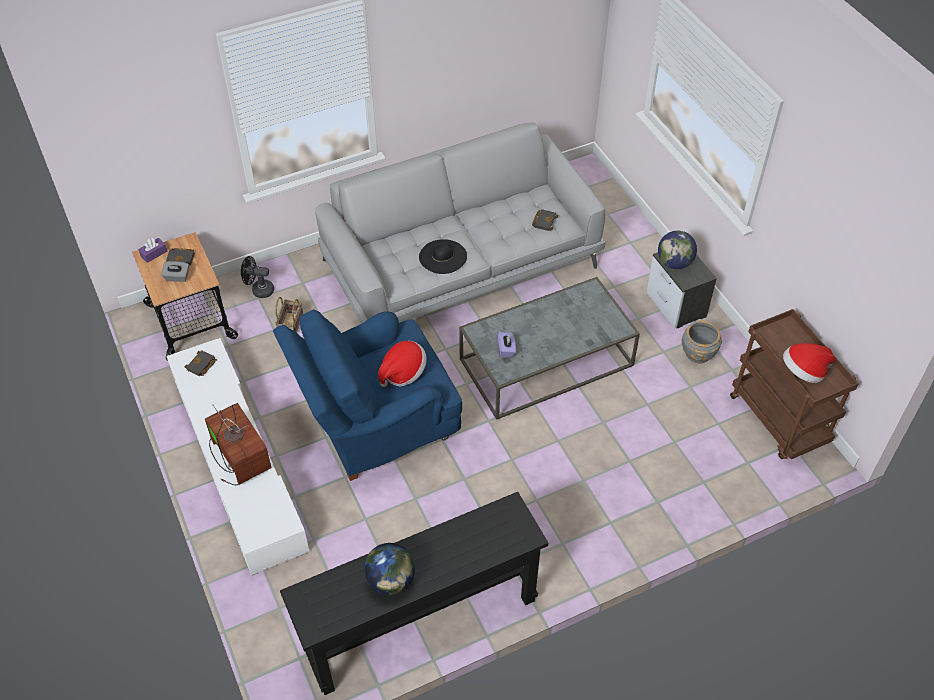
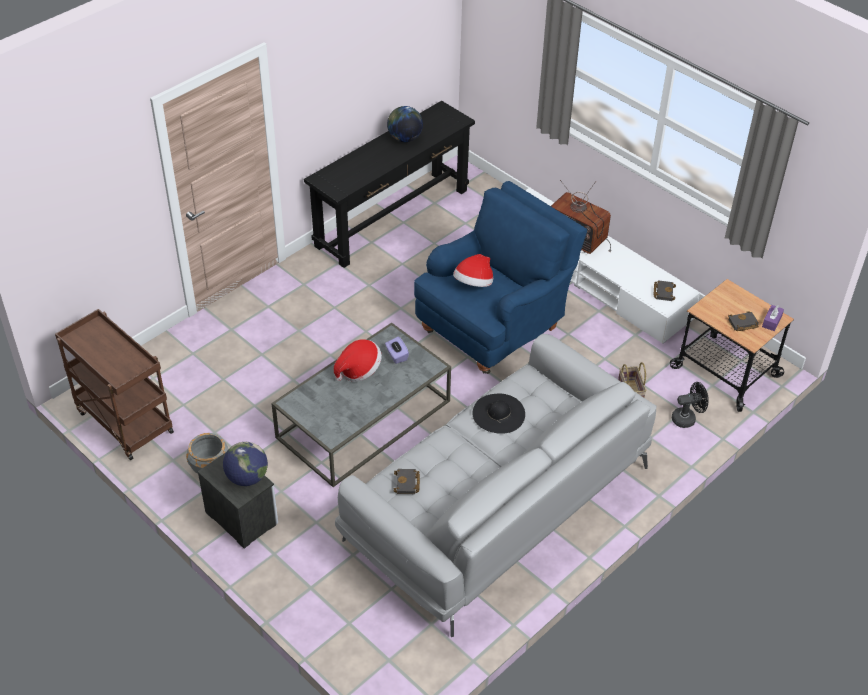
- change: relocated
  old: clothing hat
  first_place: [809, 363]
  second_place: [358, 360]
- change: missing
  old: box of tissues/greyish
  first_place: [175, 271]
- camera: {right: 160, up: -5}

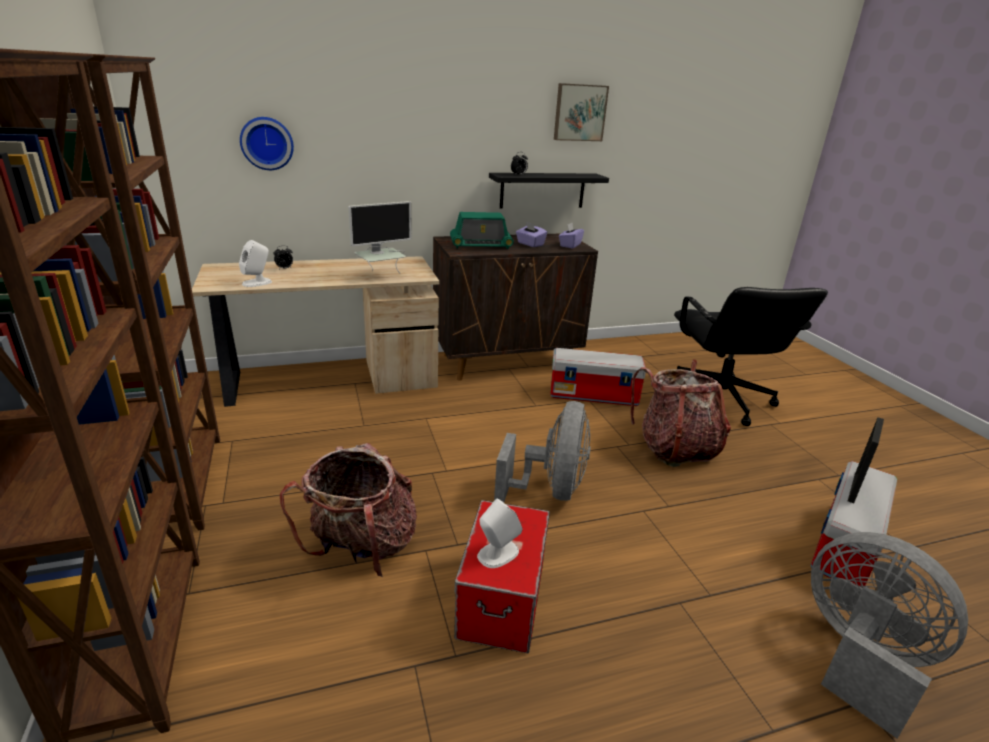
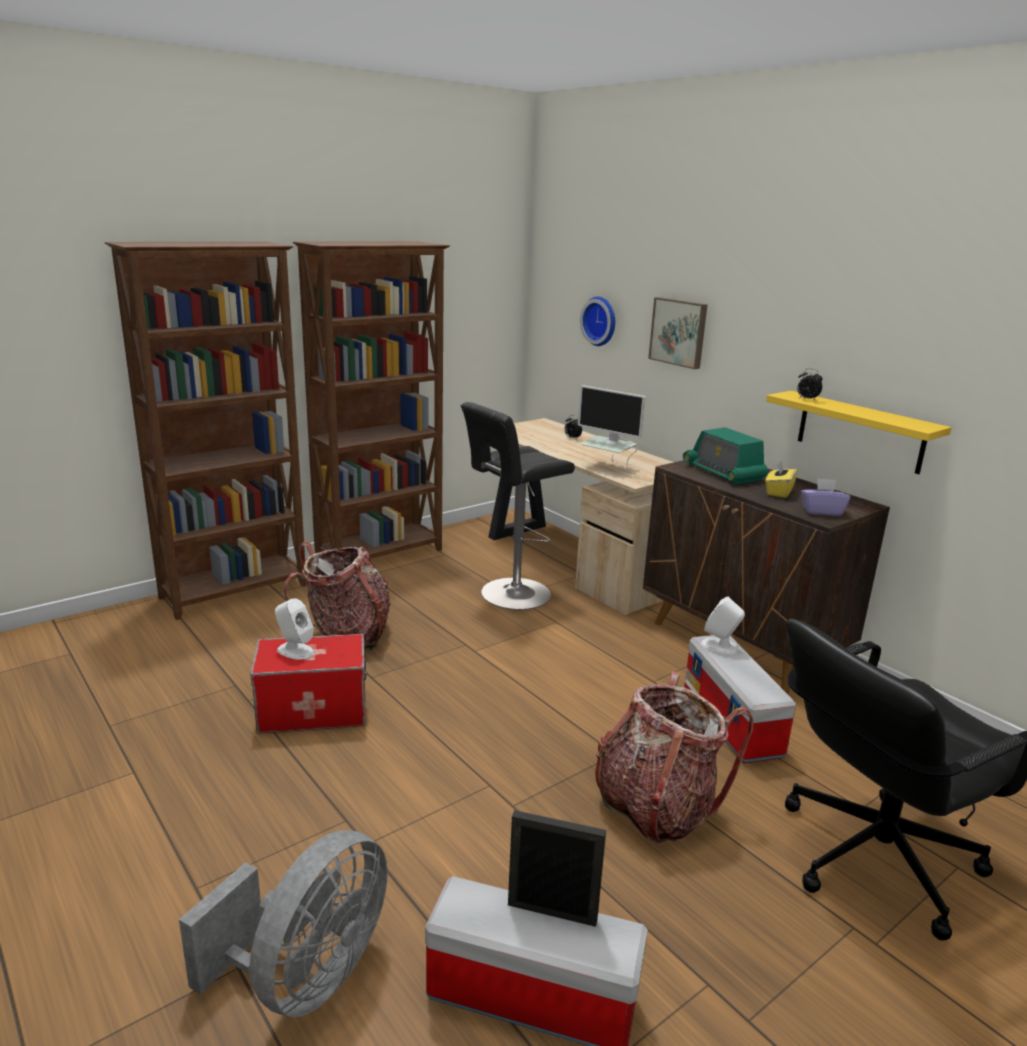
- change: appeared
  new: stool/black-coloured
  second_place: [518, 506]
- change: relocated
  old: wall picture
  first_place: [581, 112]
  second_place: [678, 333]
- change: relocated
  old: audio speaker/whitish
  first_place: [255, 263]
  second_place: [723, 625]
- change: colour
  old: box of tissues/purple-coloured
  new: box of tissues/yellow-coloured
  first_place: [531, 234]
  second_place: [781, 479]
- change: colour
  old: shelf/black-coloured
  new: shelf/yellow-coloured
  first_place: [549, 191]
  second_place: [858, 432]
- change: missing
  old: fan/greyish
  first_place: [542, 452]
- camera: {right: 70, up: -5}

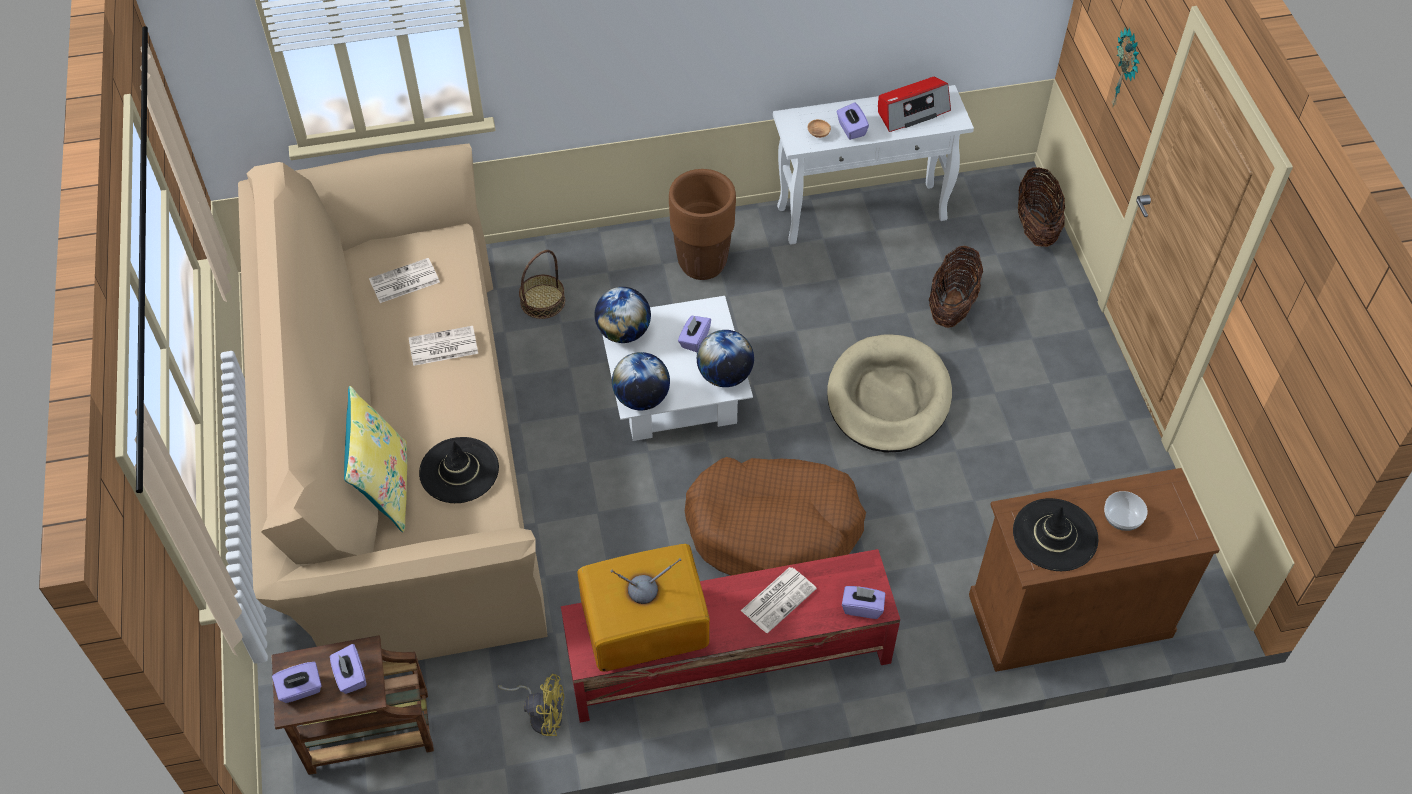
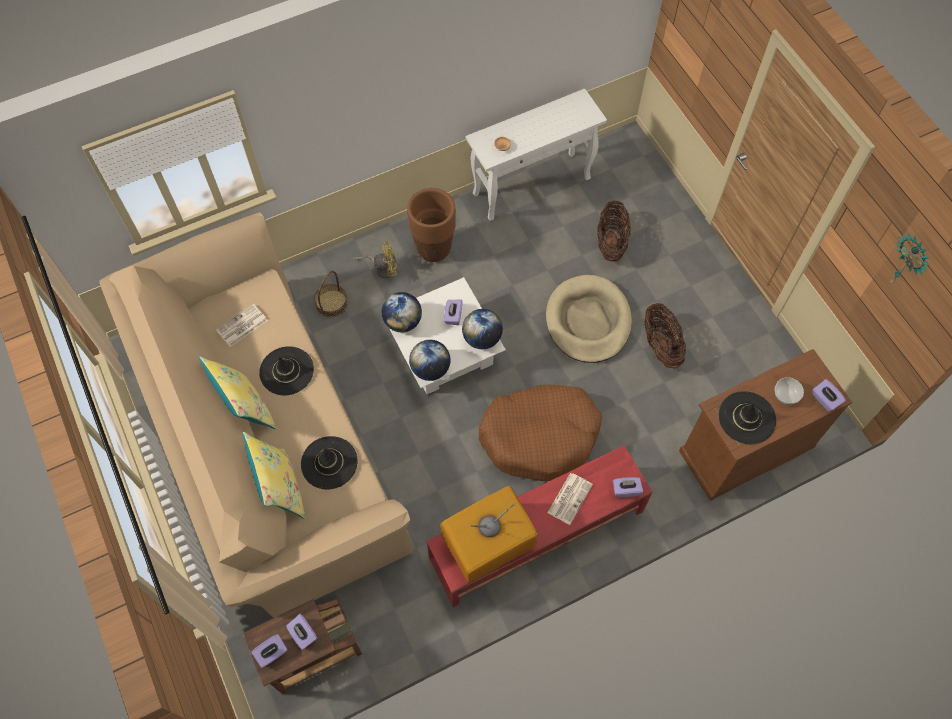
- change: appeared
  new: throw pillow/yellow-coloured
  second_place: [238, 392]
- change: exchanged
  old: newspaper
  new: clothing hat/black-coloured
  first_place: [443, 346]
  second_place: [286, 370]
- change: relocated
  old: fan/yellow-coloured
  first_place: [531, 705]
  second_place: [375, 260]
- change: relocated
  old: storage basket
  first_place: [1041, 207]
  second_place: [665, 335]
- change: relocated
  old: box of tissues/purple-coloured
  first_place: [852, 121]
  second_place: [829, 395]
- change: relocated
  old: clock on the wall
  first_place: [1125, 67]
  second_place: [909, 259]
- change: missing
  old: radio set
  first_place: [914, 104]
- camera: {right: -15, up: 10}

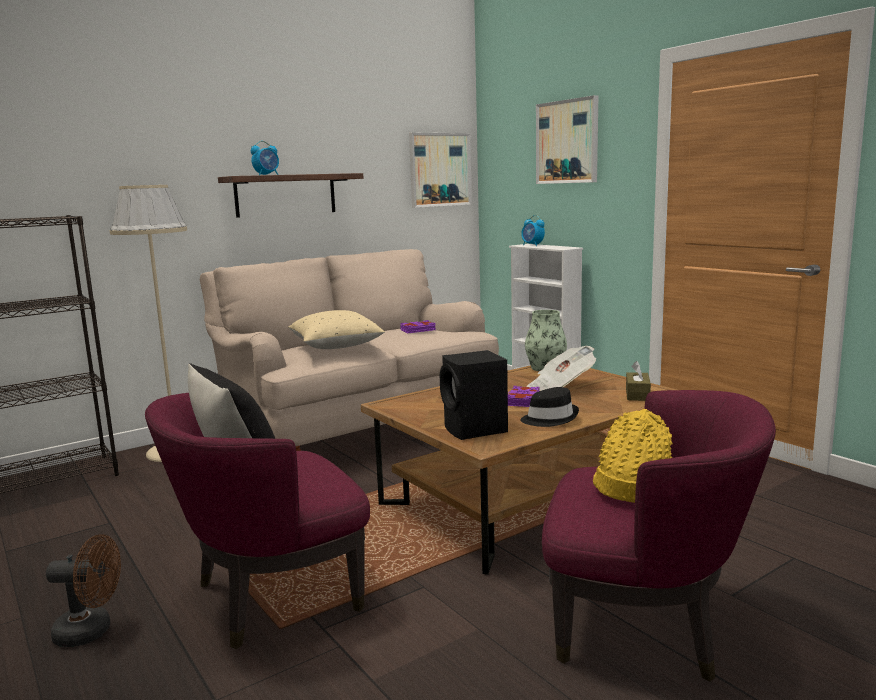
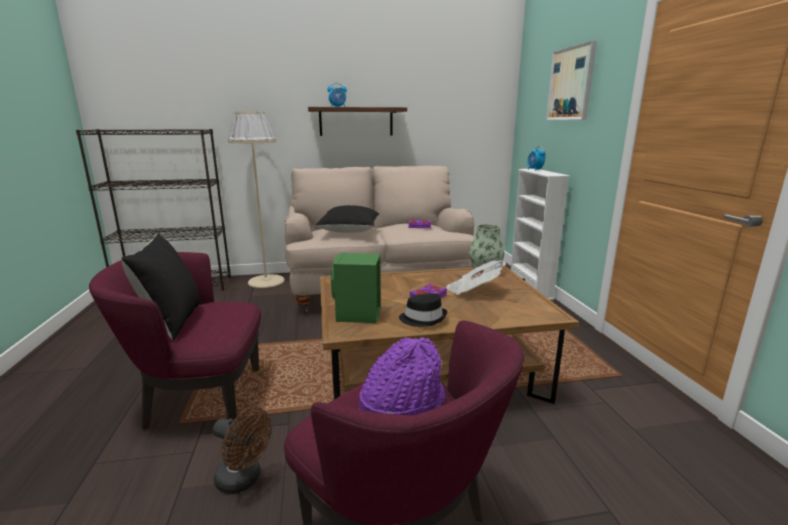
- change: relocated
  old: fan/brown
  first_place: [83, 590]
  second_place: [242, 451]
- change: colour
  old: throw pillow/beige-coloured
  new: throw pillow/black-coloured
  first_place: [336, 329]
  second_place: [347, 219]
- change: colour
  old: audio speaker/black-coloured
  new: audio speaker/green-coloured
  first_place: [474, 395]
  second_place: [356, 288]
- change: colour
  old: clothing hat/yellow-coloured
  new: clothing hat/purple-coloured
  first_place: [633, 456]
  second_place: [402, 376]
- change: missing
  old: wall picture
  first_place: [440, 170]
- change: missing
  old: box of tissues/brown
  first_place: [638, 381]
- camera: {right: 25, up: 5}

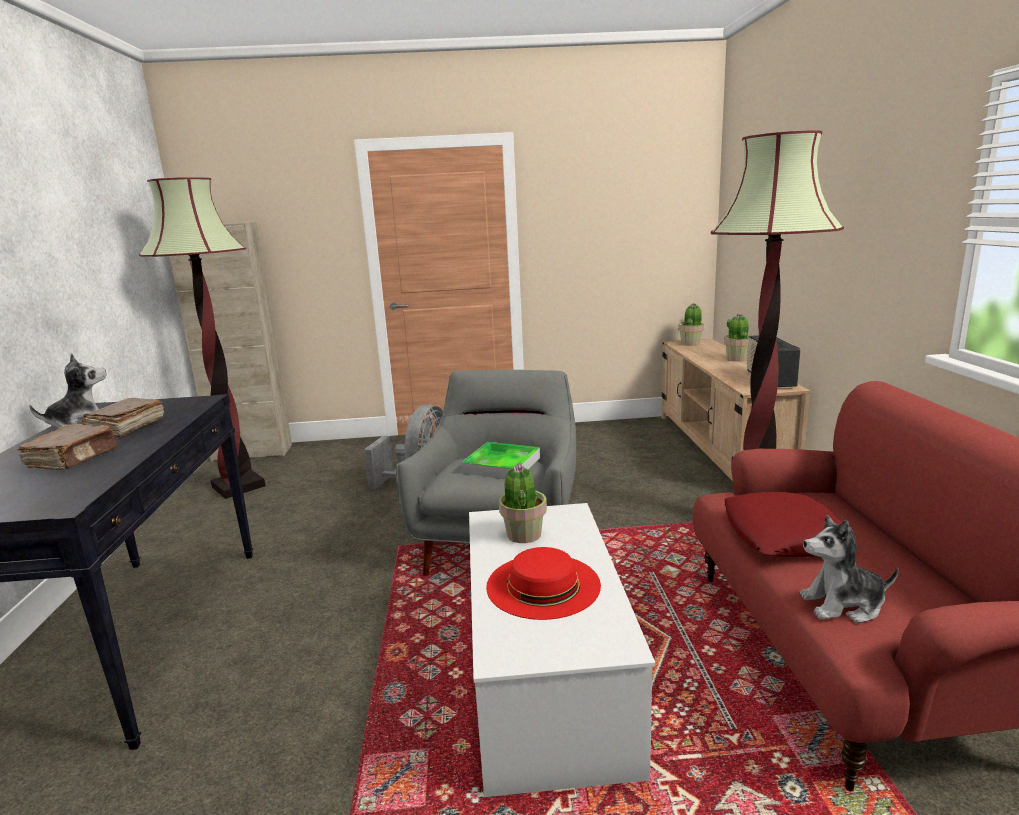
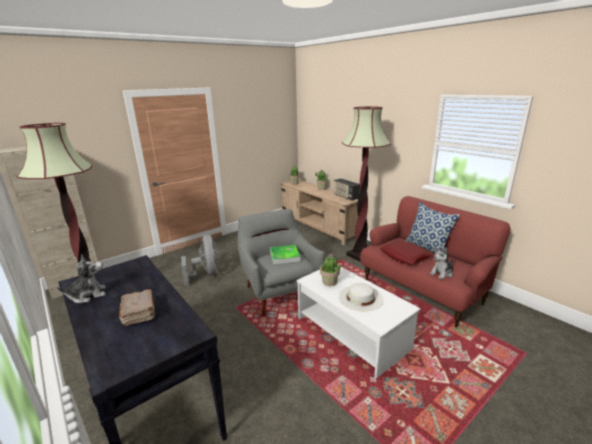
- change: spun
  old: soft toy
  first_place: [67, 391]
  second_place: [81, 279]
  degrees: 45
- change: colour
  old: clothing hat/red-coloured
  new: clothing hat/whitish
  first_place: [543, 583]
  second_place: [361, 297]
- change: appeared
  new: throw pillow
  second_place: [432, 227]
- change: missing
  old: book/brown
  first_place: [123, 418]
- camera: {right: -35, up: 5}

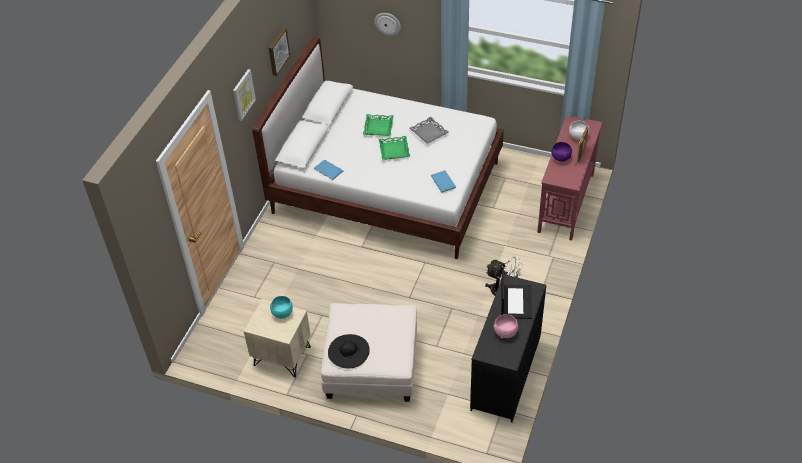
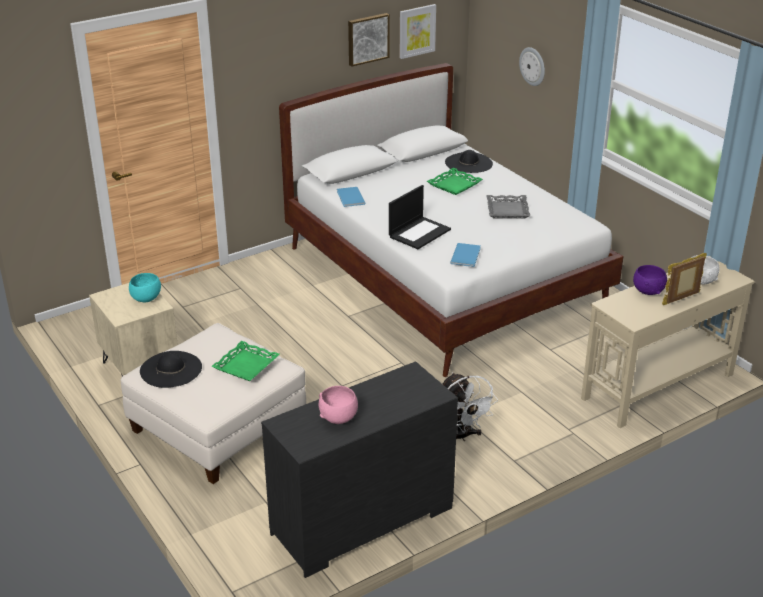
- change: relocated
  old: tray/green-coloured
  first_place: [394, 148]
  second_place: [245, 361]
- change: relocated
  old: portable computer
  first_place: [516, 293]
  second_place: [420, 217]
- change: relocated
  old: wall picture
  first_place: [244, 95]
  second_place: [418, 31]
- change: appeared
  new: clothing hat/black-coloured
  second_place: [469, 161]
- change: colour
  old: narrow table/red-coloured
  new: narrow table/beige-coloured
  first_place: [569, 178]
  second_place: [668, 342]
- camera: {right: 35, up: -15}

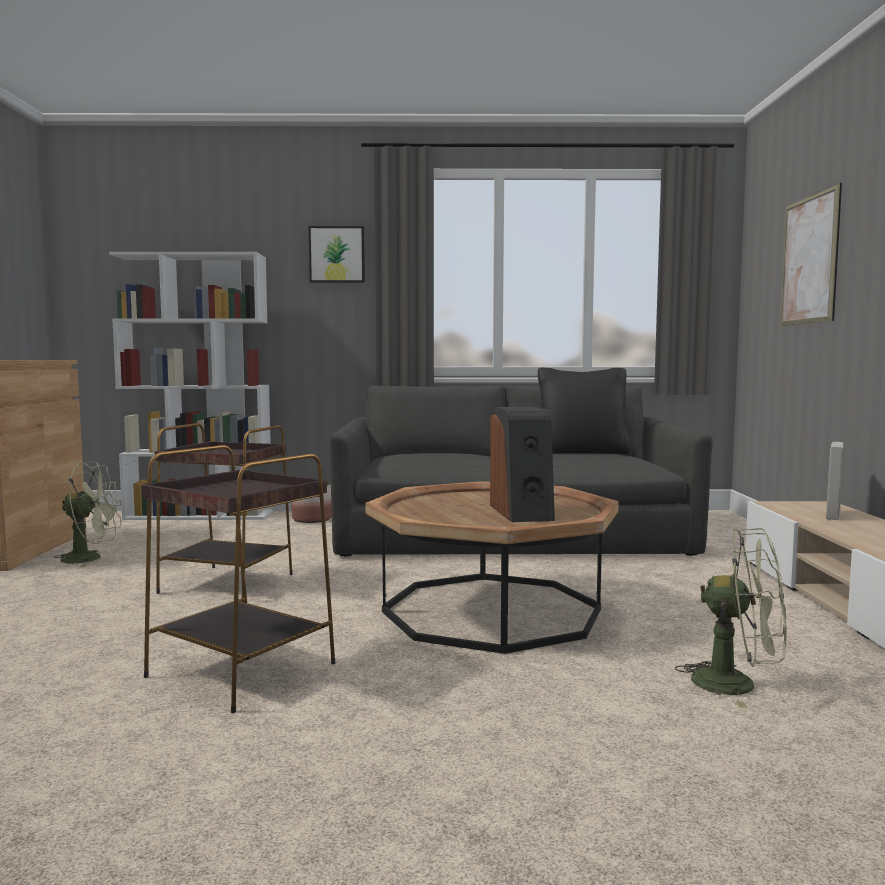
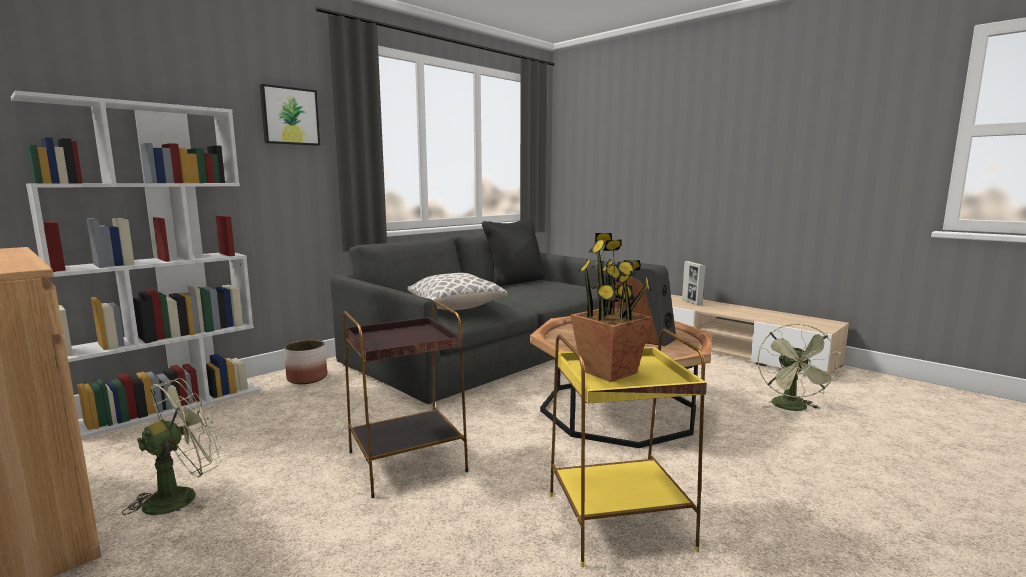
- change: appeared
  new: throw pillow
  second_place: [457, 291]
- change: colour
  old: side table/brown
  new: side table/yellow-coloured
  first_place: [238, 579]
  second_place: [628, 448]
- change: appeared
  new: houseplant
  second_place: [611, 307]
- change: spun
  old: fan/green-coloured
  first_place: [731, 618]
  second_place: [799, 367]
  degrees: 120
- change: missing
  old: wall picture
  first_place: [811, 254]
- camera: {right: -45, up: 5}

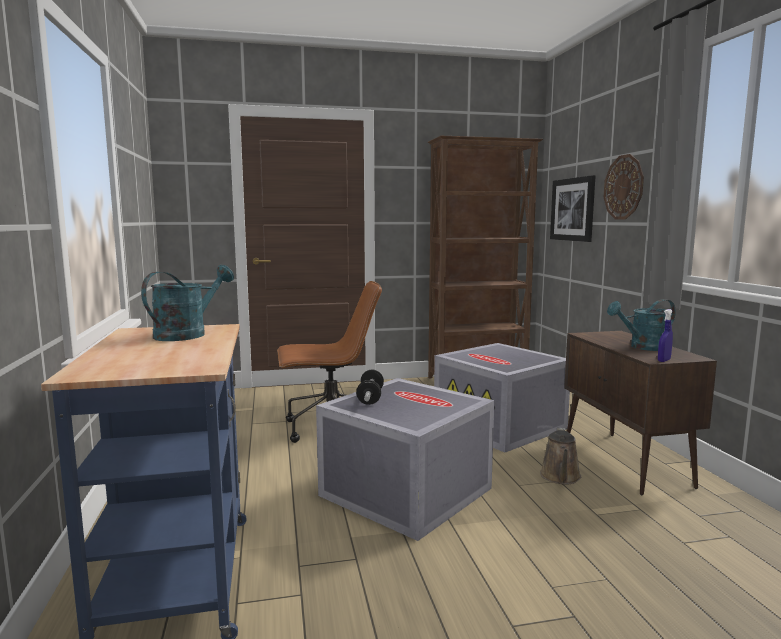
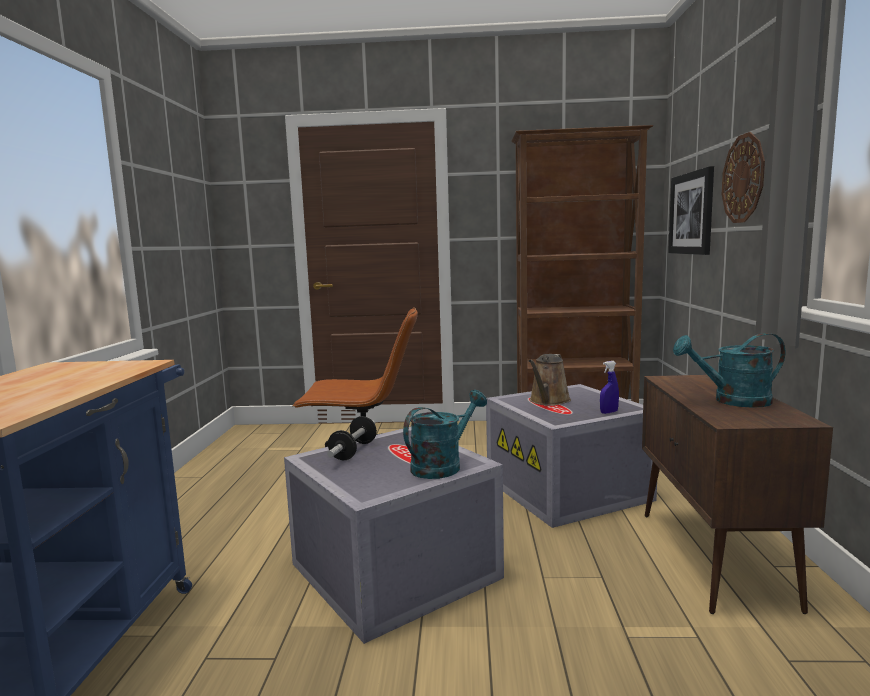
- change: relocated
  old: watering pot/turquoise-coloured
  first_place: [187, 303]
  second_place: [445, 434]
- change: relocated
  old: watering pot/brown
  first_place: [560, 456]
  second_place: [550, 380]
- change: relocated
  old: hand sprayer/blue
  first_place: [665, 335]
  second_place: [609, 387]
- camera: {right: 15, up: 0}

